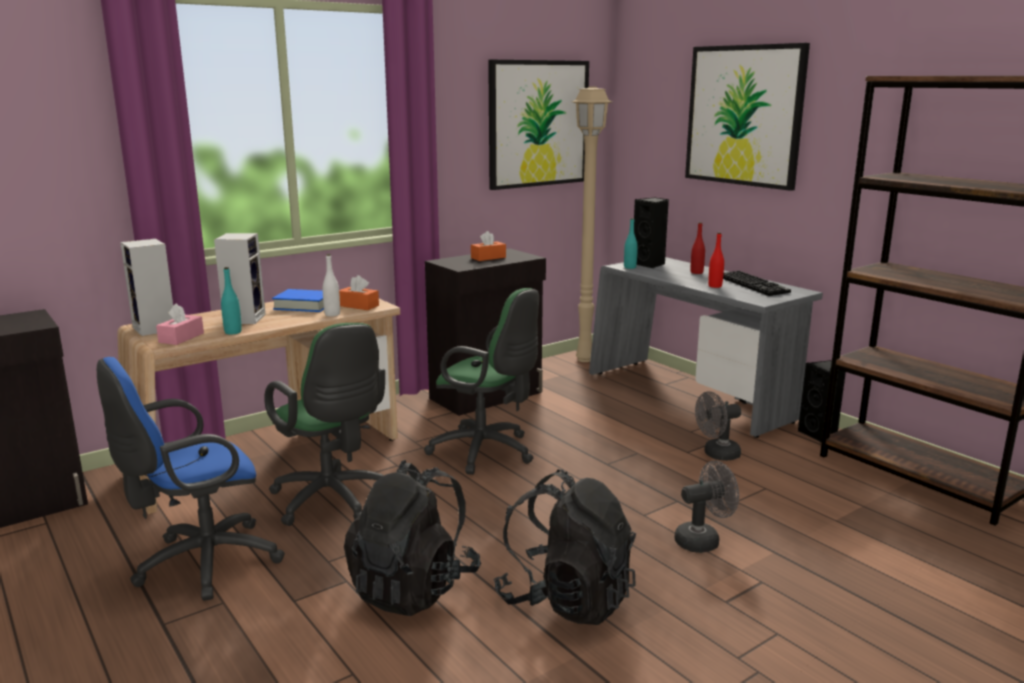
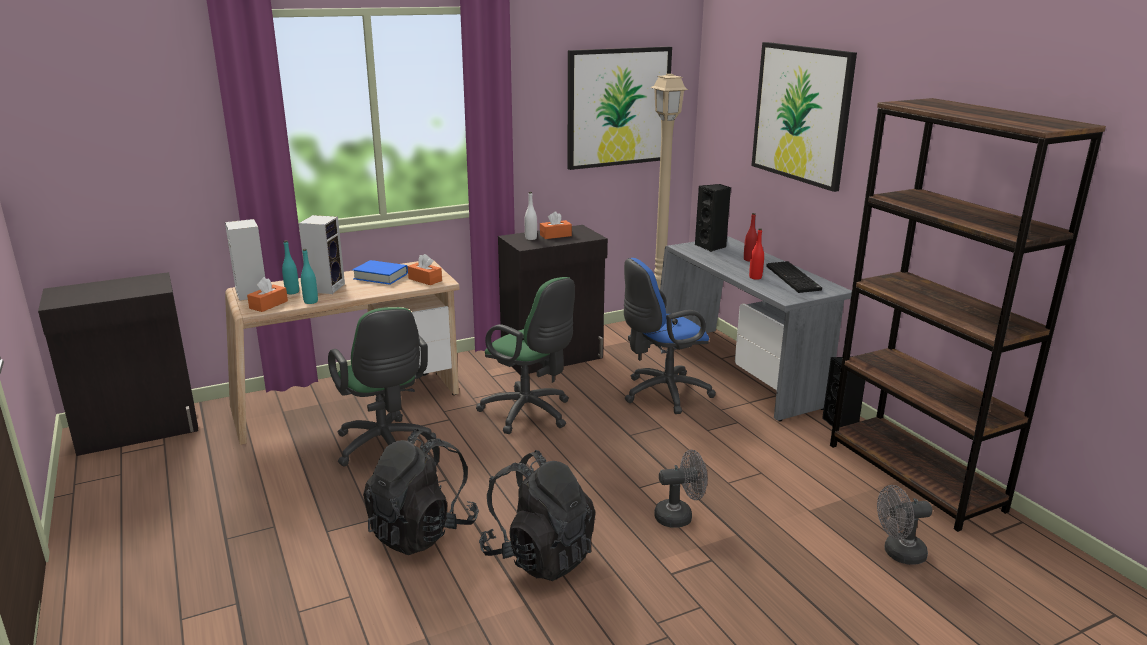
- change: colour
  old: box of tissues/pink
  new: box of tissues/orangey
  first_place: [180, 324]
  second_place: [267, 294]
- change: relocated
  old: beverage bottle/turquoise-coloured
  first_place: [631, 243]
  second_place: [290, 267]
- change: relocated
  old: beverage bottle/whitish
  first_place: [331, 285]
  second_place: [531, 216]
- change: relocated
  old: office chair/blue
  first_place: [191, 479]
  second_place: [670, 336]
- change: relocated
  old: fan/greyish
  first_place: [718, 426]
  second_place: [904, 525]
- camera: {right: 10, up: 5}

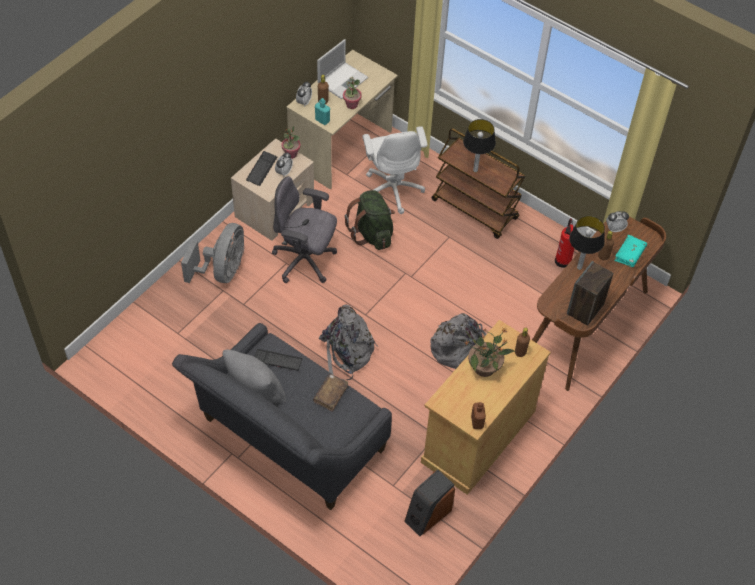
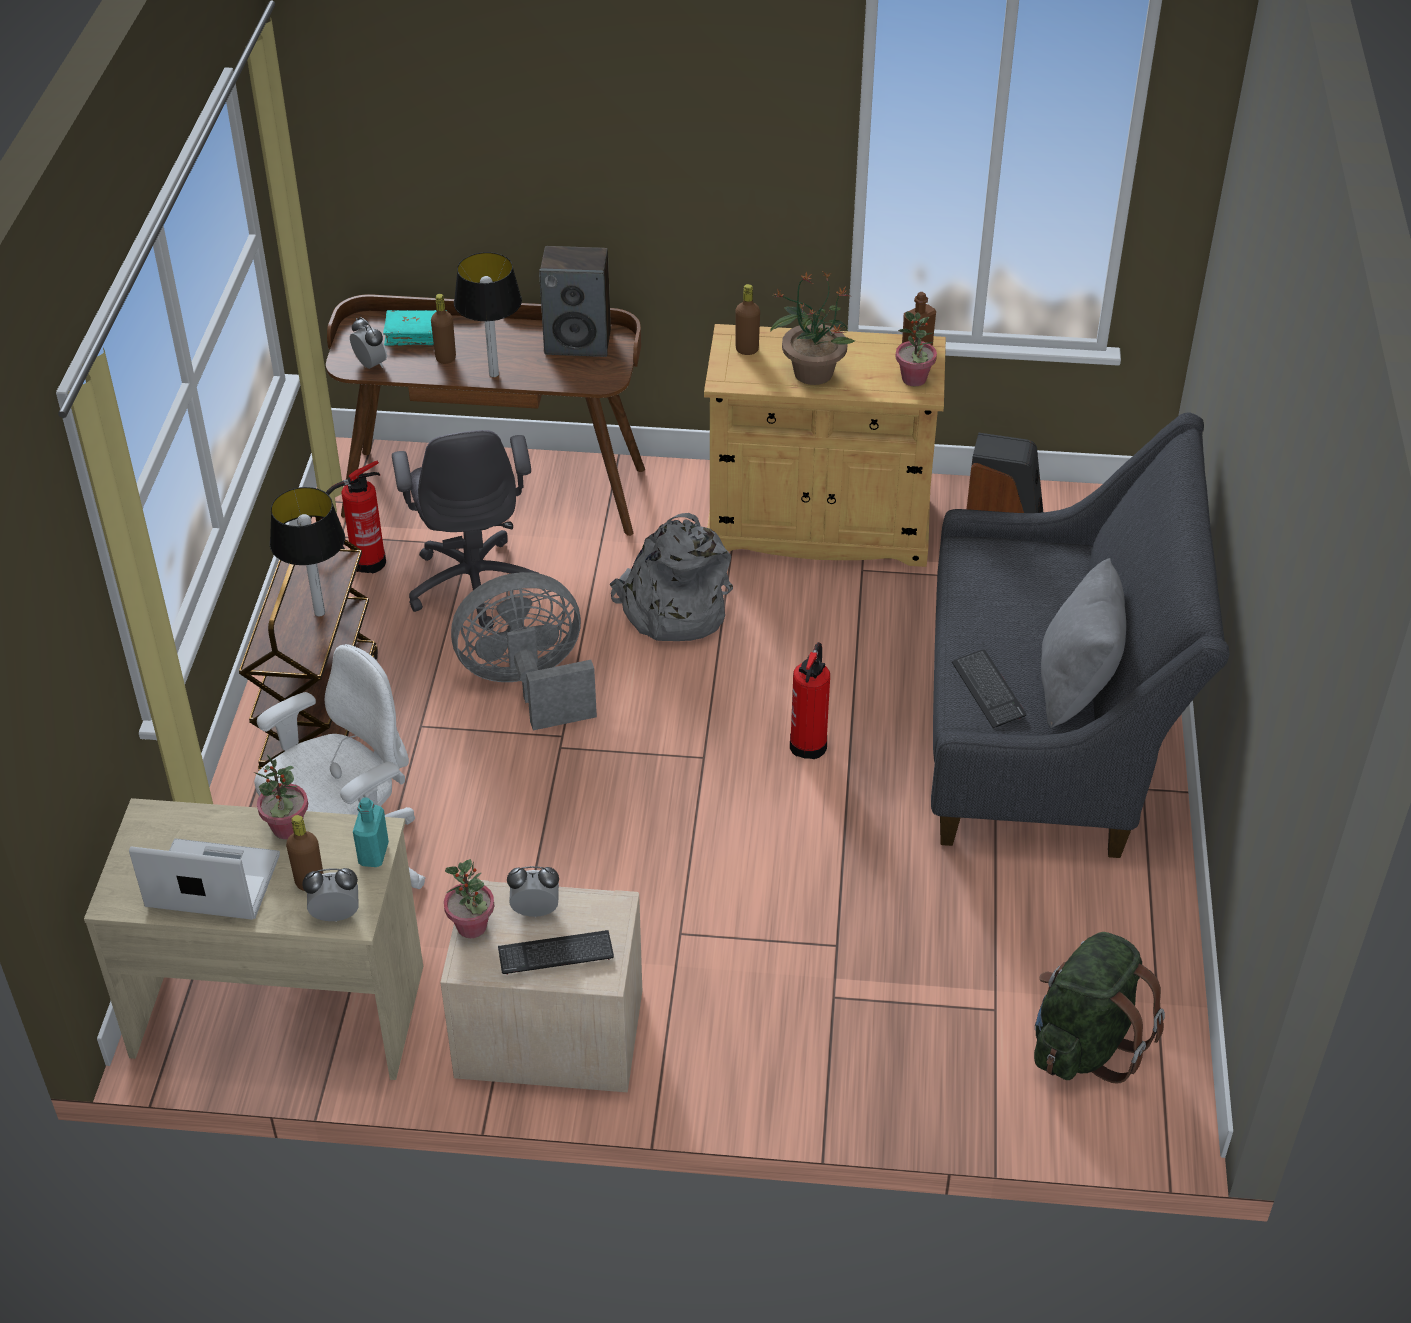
- change: relocated
  old: office chair/greyish
  first_place: [304, 229]
  second_place: [466, 530]
- change: relocated
  old: fan/greyish
  first_place: [212, 253]
  second_place: [524, 651]
- change: exchanged
  old: rucksack/greyish
  new: fire-fighting cylinder
  first_place: [348, 342]
  second_place: [810, 700]
- change: appeared
  new: houseplant
  second_place: [916, 349]
- change: relocated
  old: rucksack/green-coloured
  first_place: [370, 220]
  second_place: [1099, 1008]
- change: missing
  old: book/brown
  first_place: [330, 393]
- camera: {right: -120, up: -10}

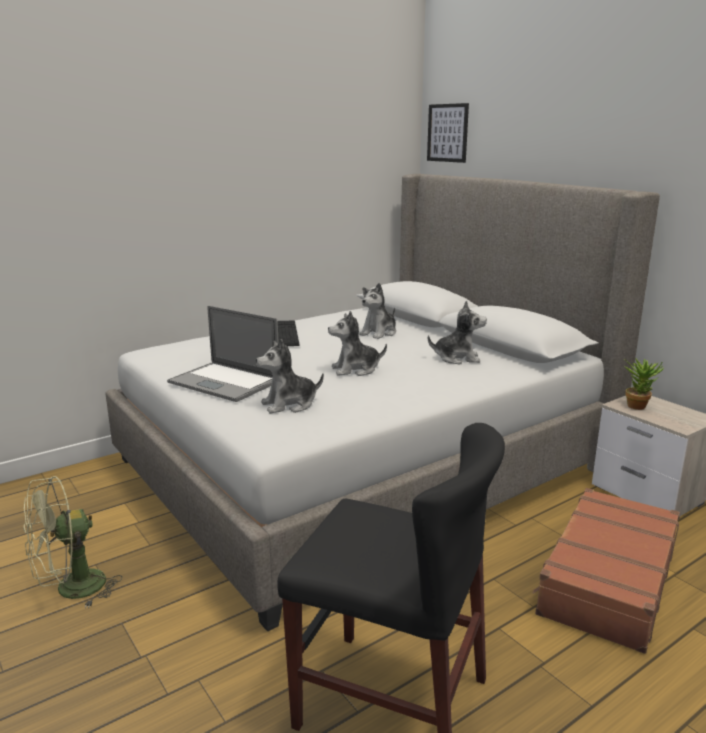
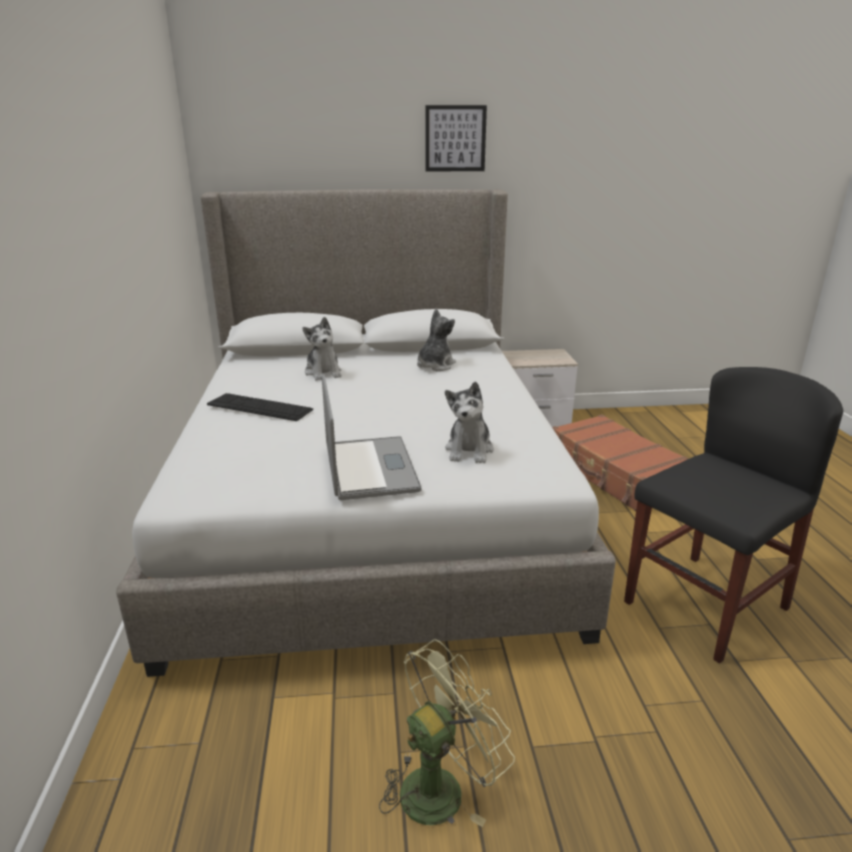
- change: spun
  old: portable computer
  first_place: [223, 354]
  second_place: [372, 437]
  degrees: -75
- change: spun
  old: fan/green-coloured
  first_place: [73, 542]
  second_place: [447, 733]
  degrees: -120
- change: relocated
  old: wall picture
  first_place: [448, 133]
  second_place: [456, 138]
- change: missing
  old: soft toy
  first_place: [357, 343]
- change: missing
  old: houseplant
  first_place: [644, 384]
- camera: {right: -60, up: 5}

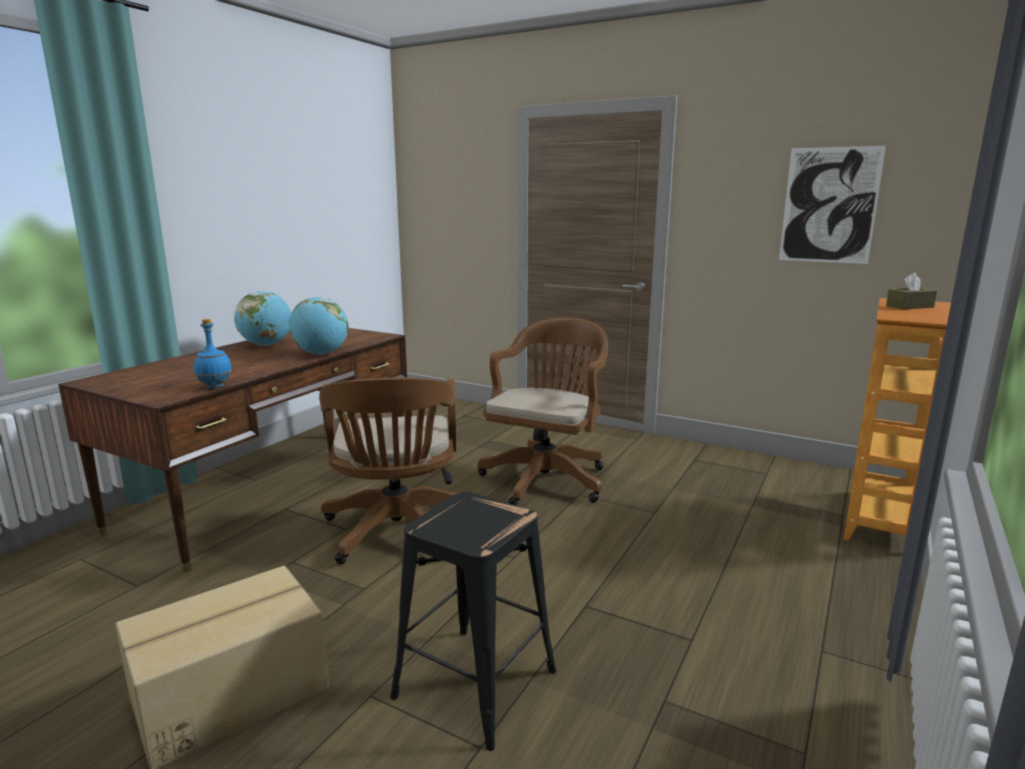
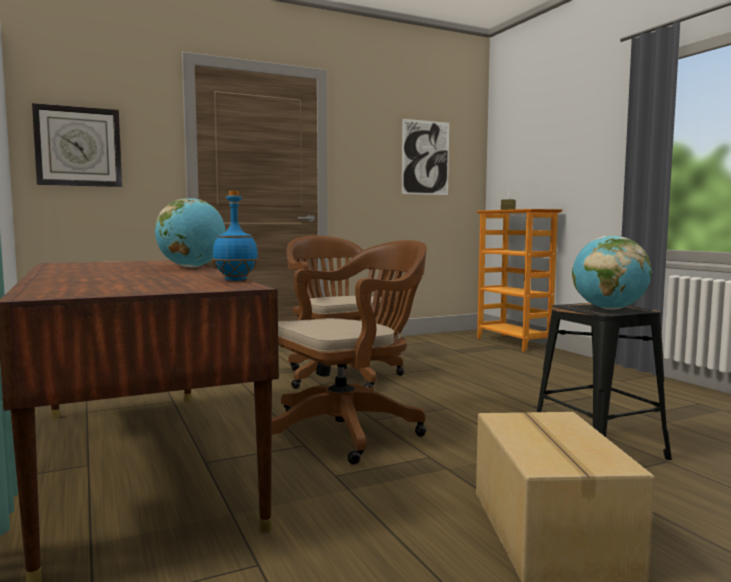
- change: appeared
  new: clock on the wall
  second_place: [77, 145]
- change: spun
  old: office chair/brown
  first_place: [390, 471]
  second_place: [349, 352]
  degrees: -60
- change: relocated
  old: desk globe
  first_place: [262, 318]
  second_place: [612, 273]
- camera: {right: -55, up: -10}

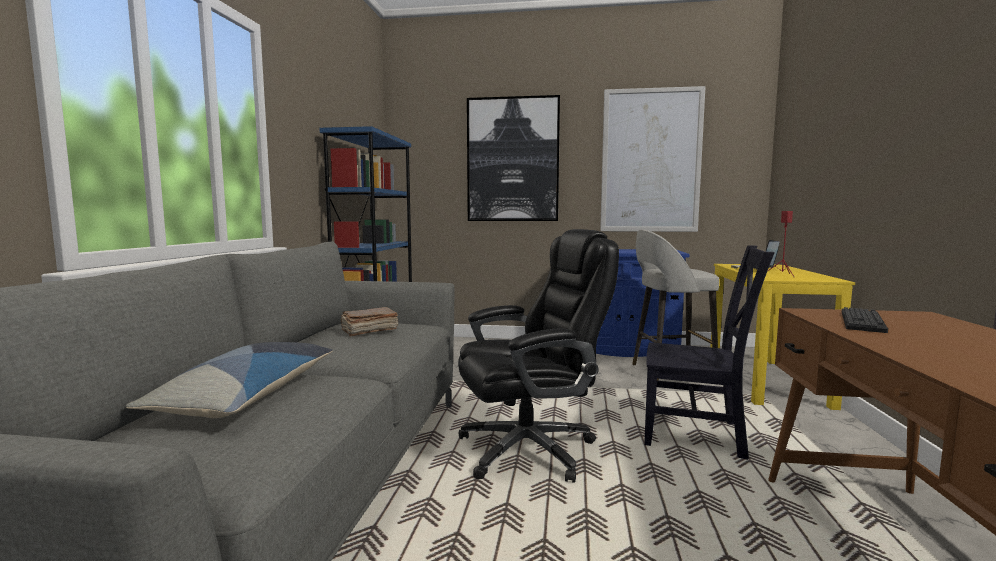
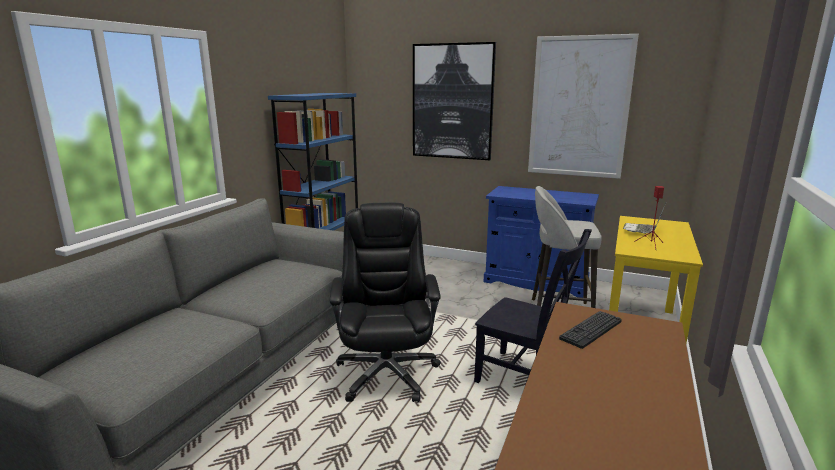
- change: spun
  old: office chair/black-coloured
  first_place: [538, 356]
  second_place: [385, 302]
  degrees: -90
- change: missing
  old: throw pillow
  first_place: [229, 380]
- change: missing
  old: book/brown
  first_place: [369, 321]
- camera: {right: 15, up: 10}

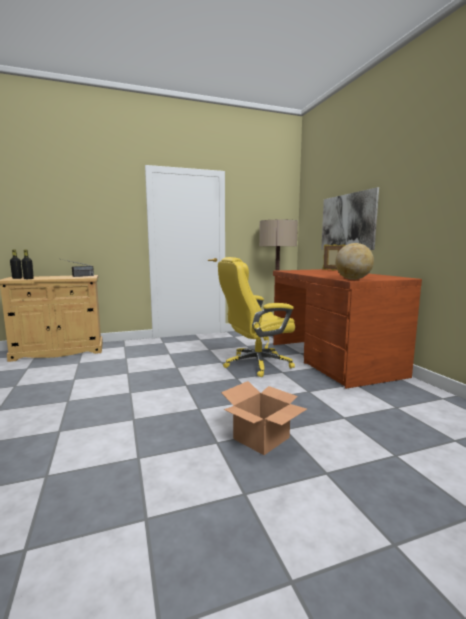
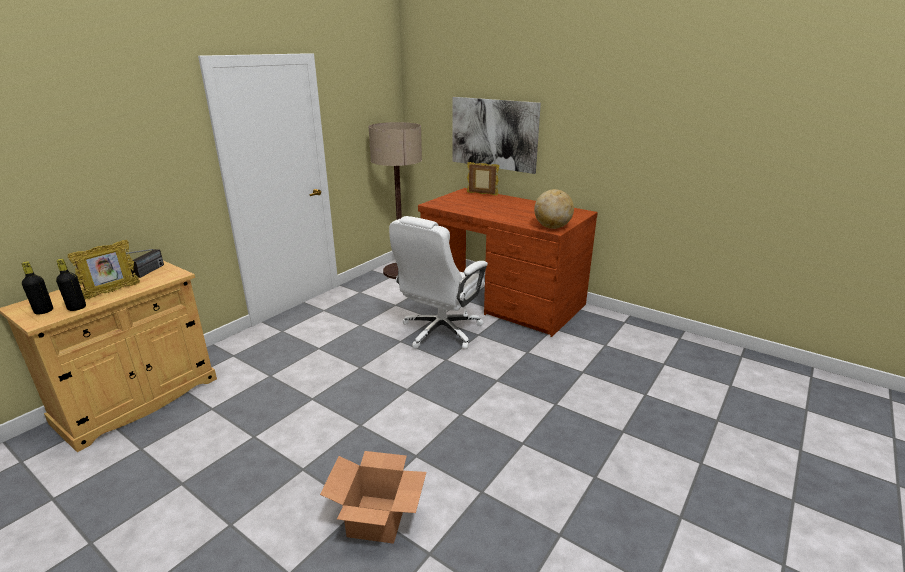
- change: appeared
  new: photo frame
  second_place: [103, 269]
- change: relocated
  old: cardboard box
  first_place: [264, 418]
  second_place: [373, 497]
- change: colour
  old: office chair/yellow-coloured
  new: office chair/whitish
  first_place: [256, 317]
  second_place: [438, 282]
- camera: {right: -35, up: 15}

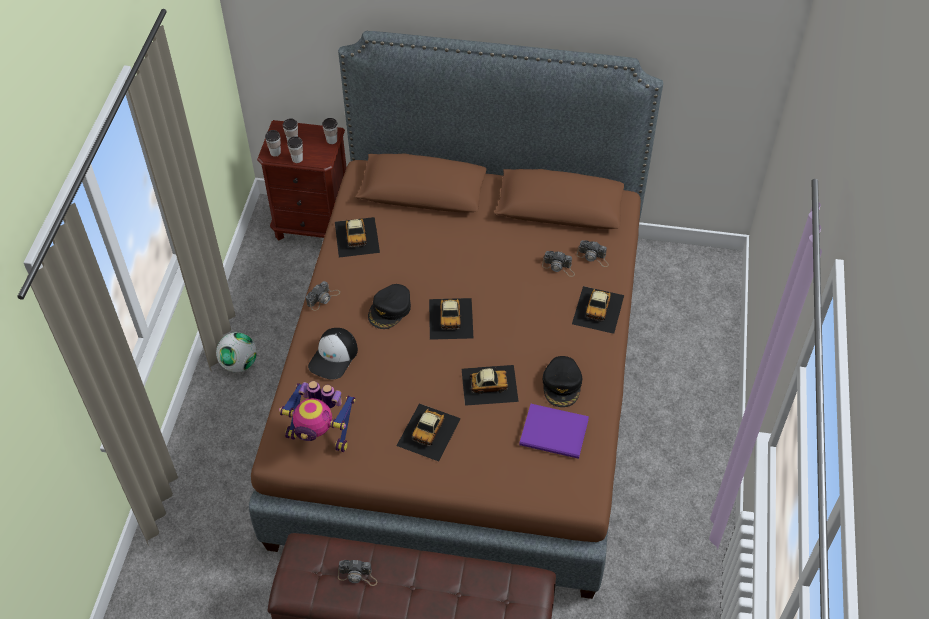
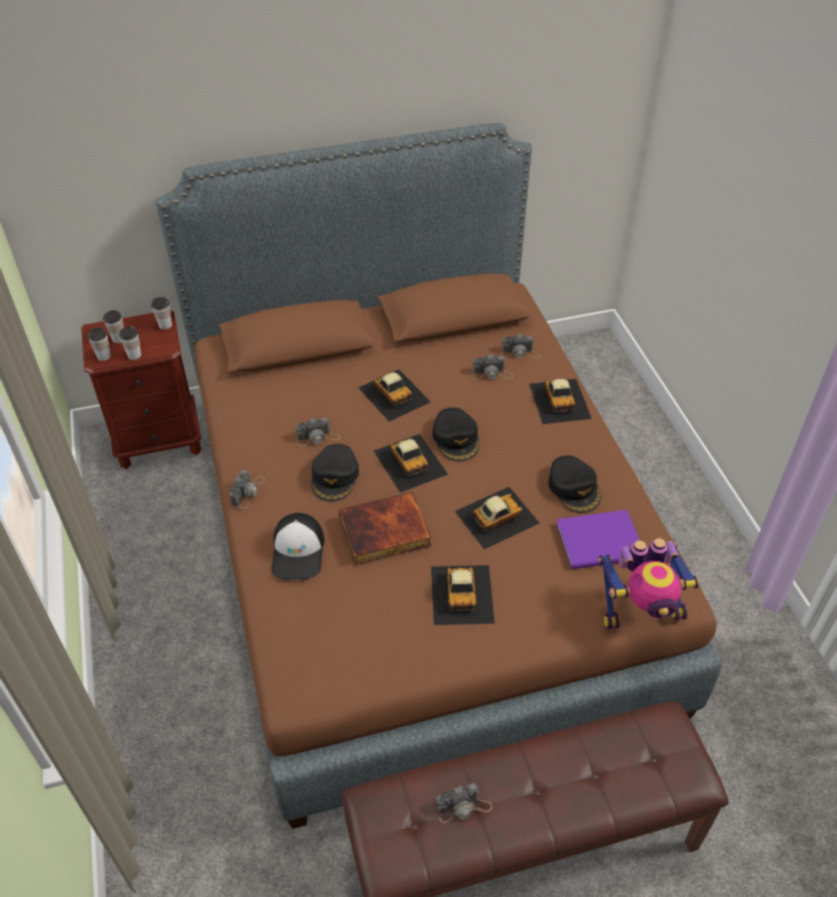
- change: appeared
  new: photo camera
  second_place: [318, 432]
- change: appeared
  new: book
  second_place: [385, 528]
- change: relocated
  old: miniature car
  first_place: [357, 237]
  second_place: [394, 395]
- change: appeared
  new: peaked cap/black-coloured
  second_place: [455, 434]
- change: relocated
  old: toy robot
  first_place: [317, 416]
  second_place: [649, 583]
- change: missing
  old: ball for football
  first_place: [236, 352]
- camera: {right: -25, up: -5}

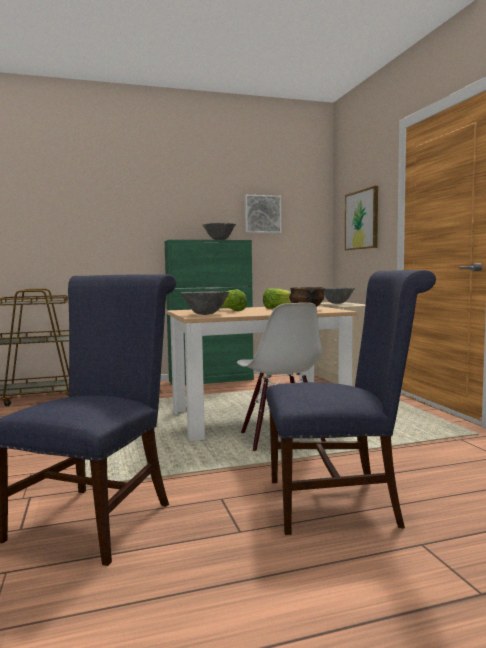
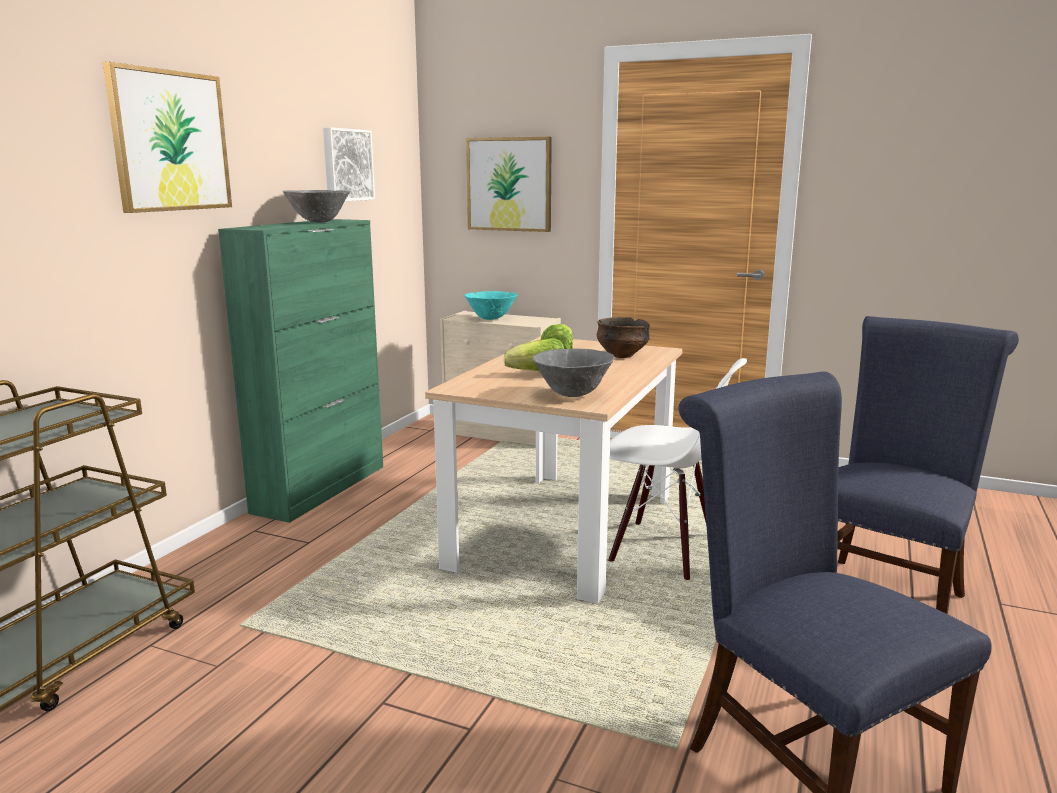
- change: appeared
  new: wall picture
  second_place: [167, 137]
- change: colour
  old: serving bowl/greyish
  new: serving bowl/turquoise-coloured
  first_place: [339, 296]
  second_place: [491, 305]
- camera: {right: -50, up: 10}

